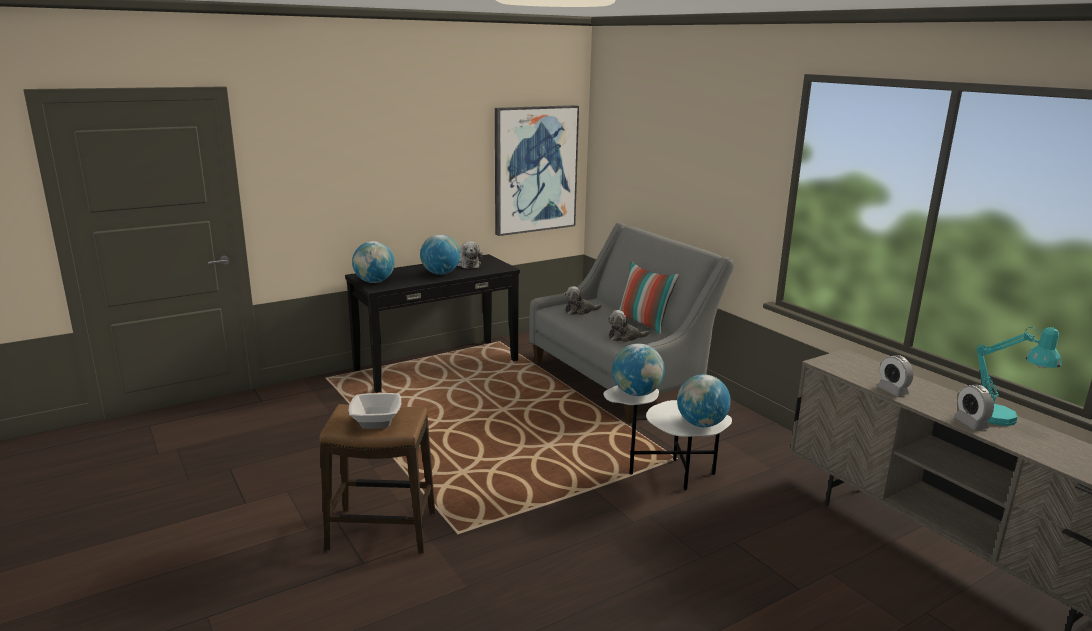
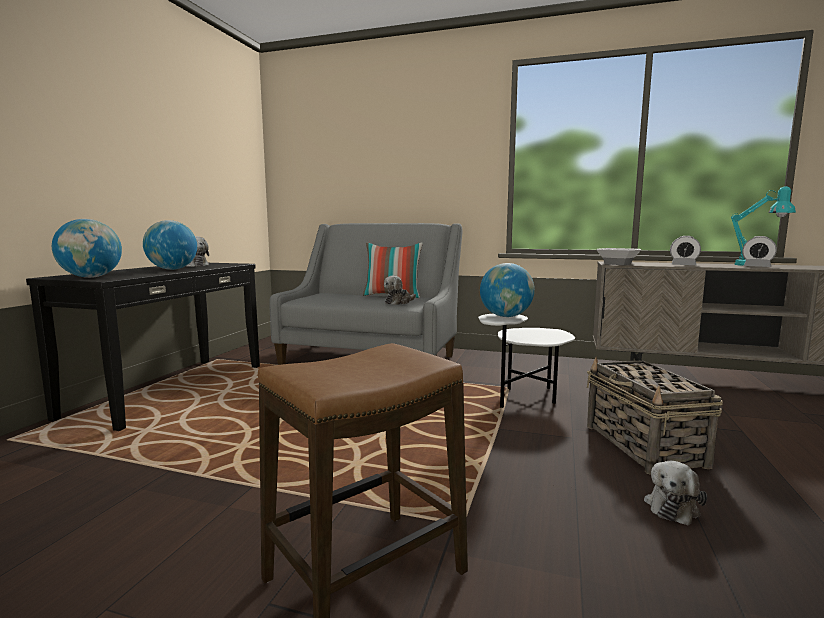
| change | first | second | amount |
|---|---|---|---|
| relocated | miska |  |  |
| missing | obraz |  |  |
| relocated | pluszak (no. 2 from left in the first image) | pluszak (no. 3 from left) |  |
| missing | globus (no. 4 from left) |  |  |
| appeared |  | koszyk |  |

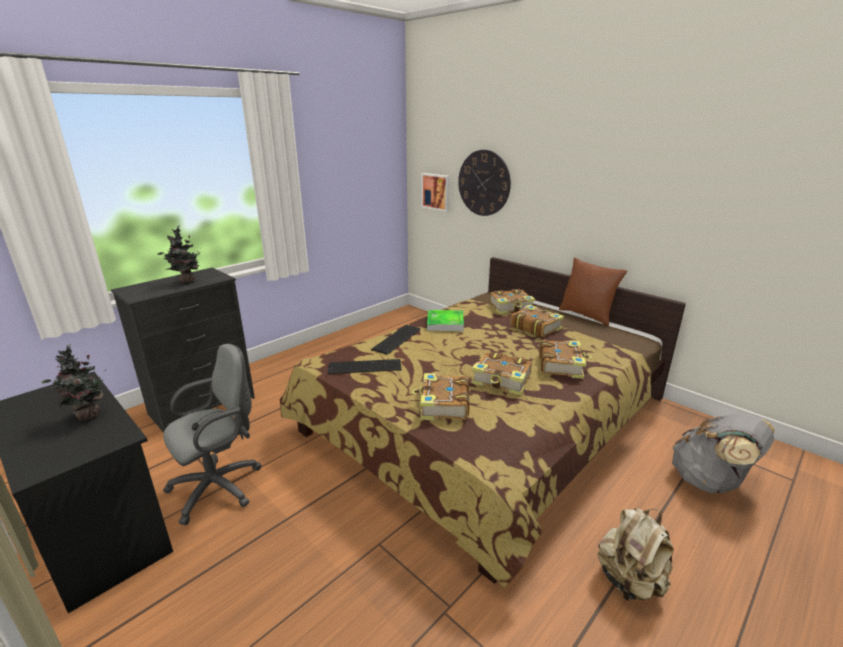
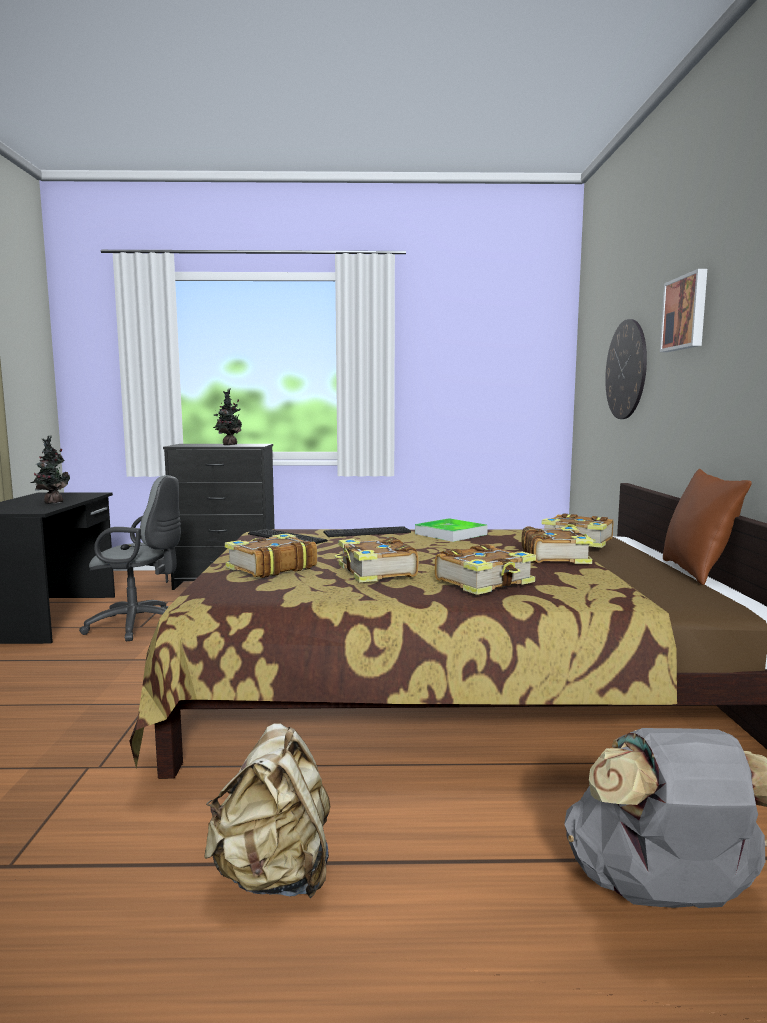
| change | first | second | amount |
|---|---|---|---|
| relocated | obraz |  |  |

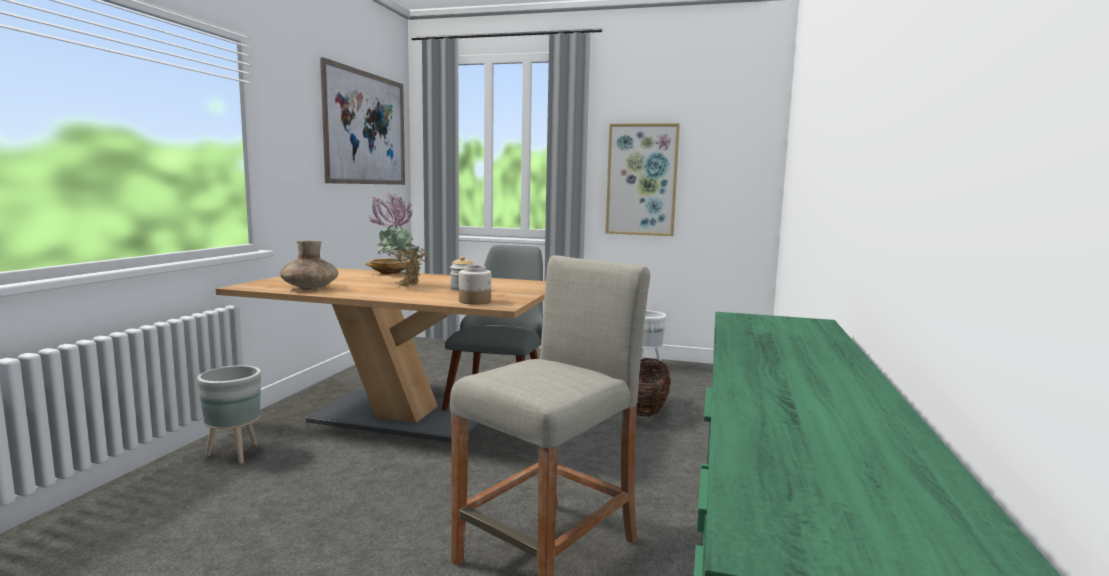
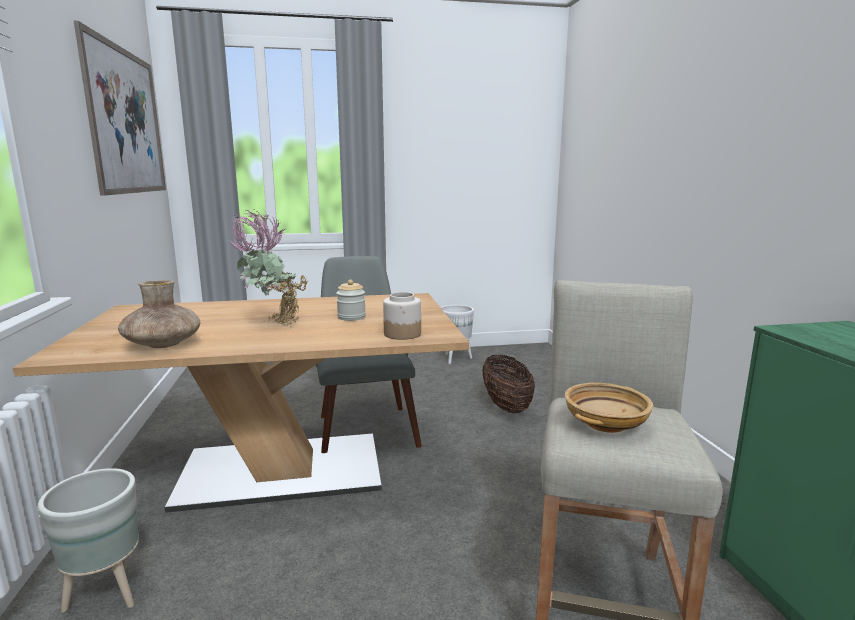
| change | first | second | amount |
|---|---|---|---|
| relocated | miska/beżowy |  |  |
| missing | obraz (no. 2 from left) |  |  |

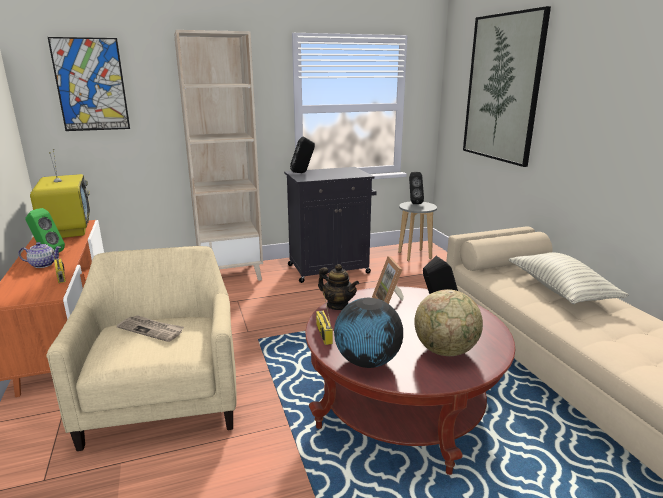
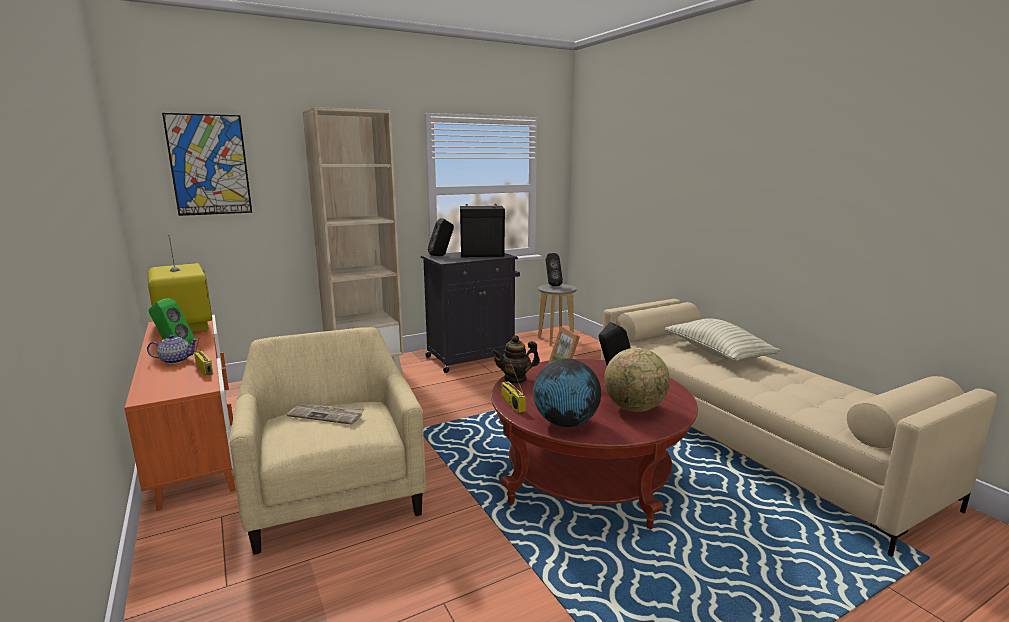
| change | first | second | amount |
|---|---|---|---|
| spun | imbryk (no. 2 from left) |  | 135 degrees clockwise |
| missing | obraz (no. 2 from left) |  |  |
| appeared |  | głośnik/czarny (no. 2 from left) |  |

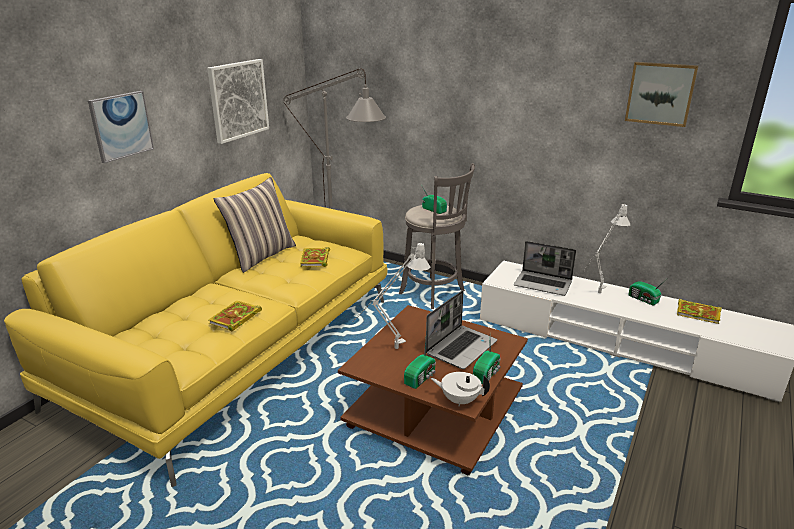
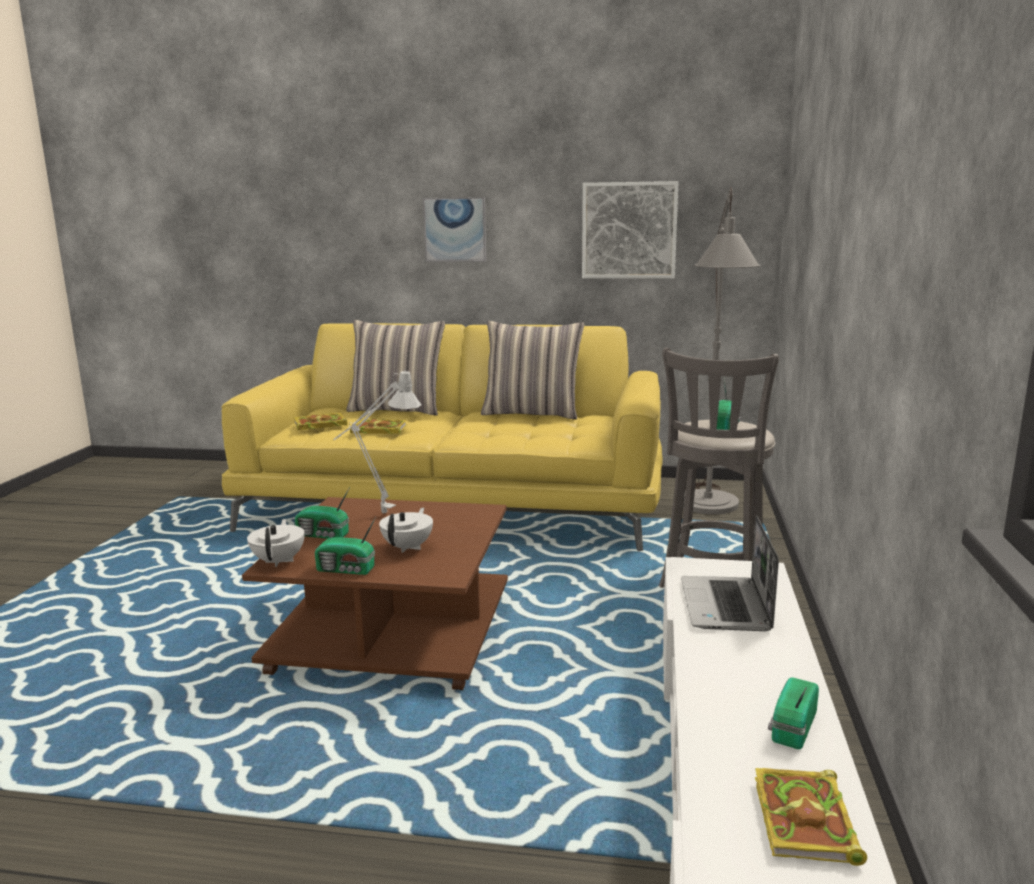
| change | first | second | amount |
|---|---|---|---|
| relocated | książka (no. 2 from left in the first image) | książka (no. 1 from left) |  |
| exchanged | laptop (no. 1 from left) | imbryk/biały (no. 2 from left) |  |
| missing | lampa stołowa/szary (no. 2 from left) |  |  |
| missing | obraz (no. 3 from left) |  |  |
| appeared |  | poduszka (no. 1 from left) |  |

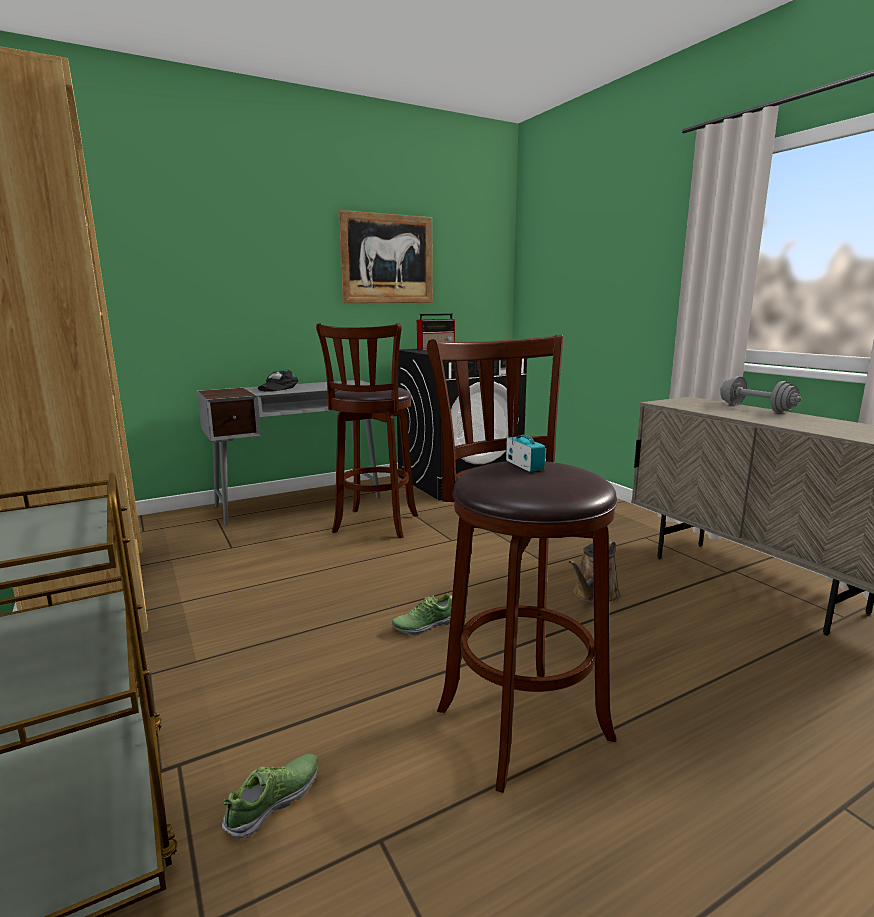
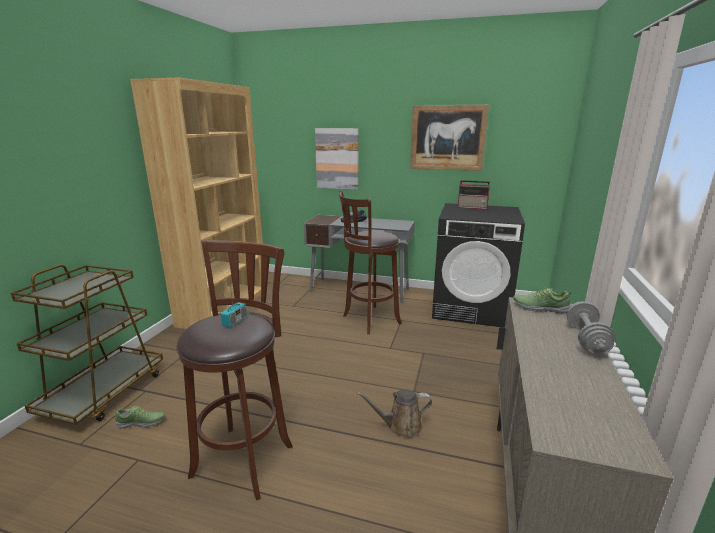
| change | first | second | amount |
|---|---|---|---|
| relocated | but (no. 2 from left) |  |  |
| appeared |  | obraz (no. 1 from left) |  |

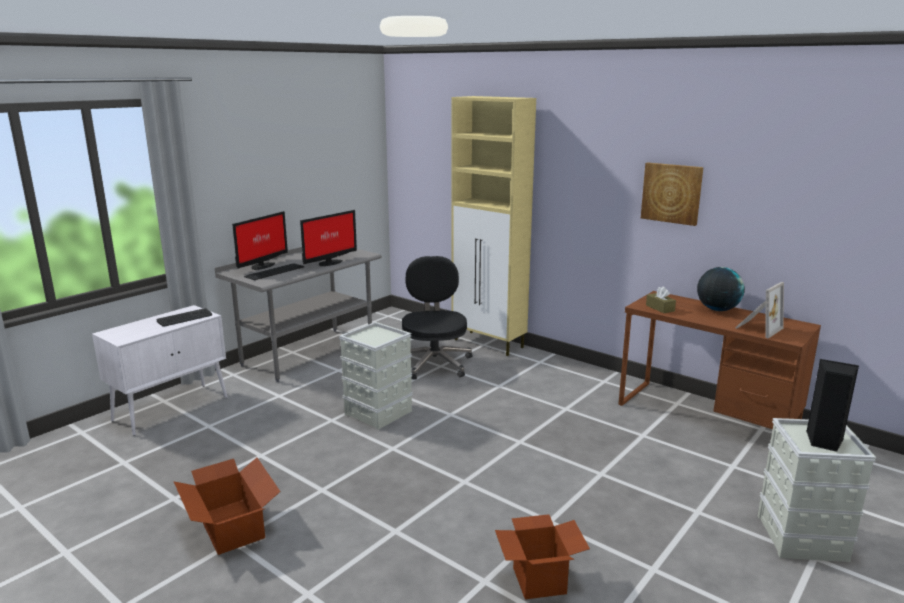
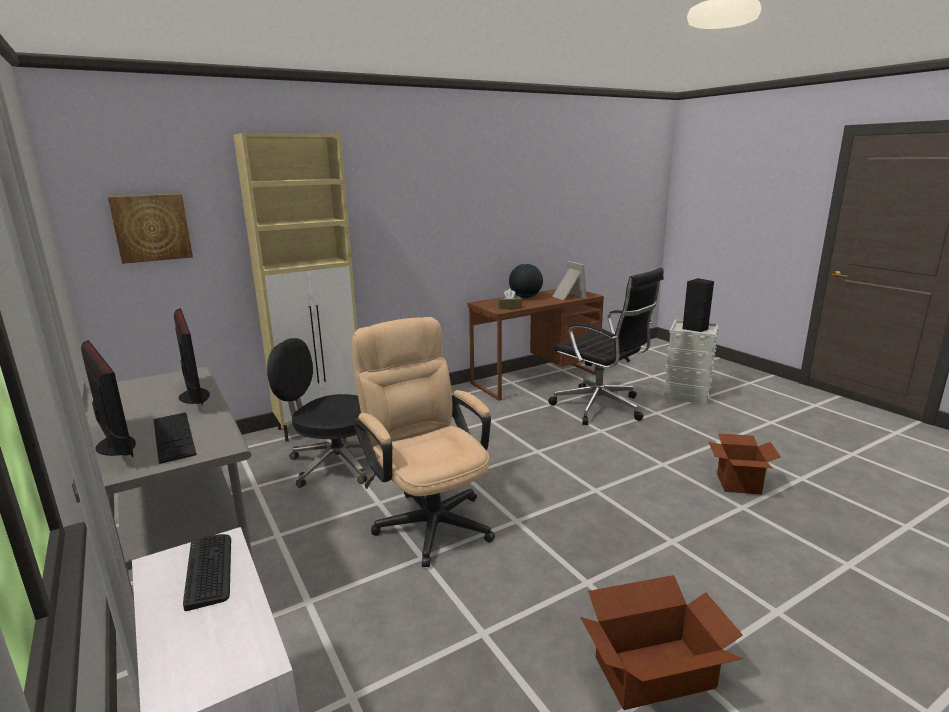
| change | first | second | amount |
|---|---|---|---|
| exchanged | pojemnik do przechowywania/szary (no. 1 from left) | krzesło biurowe/beżowy |  |
| relocated | obraz |  |  |
| appeared |  | krzesło biurowe/czarny (no. 2 from left) |  |

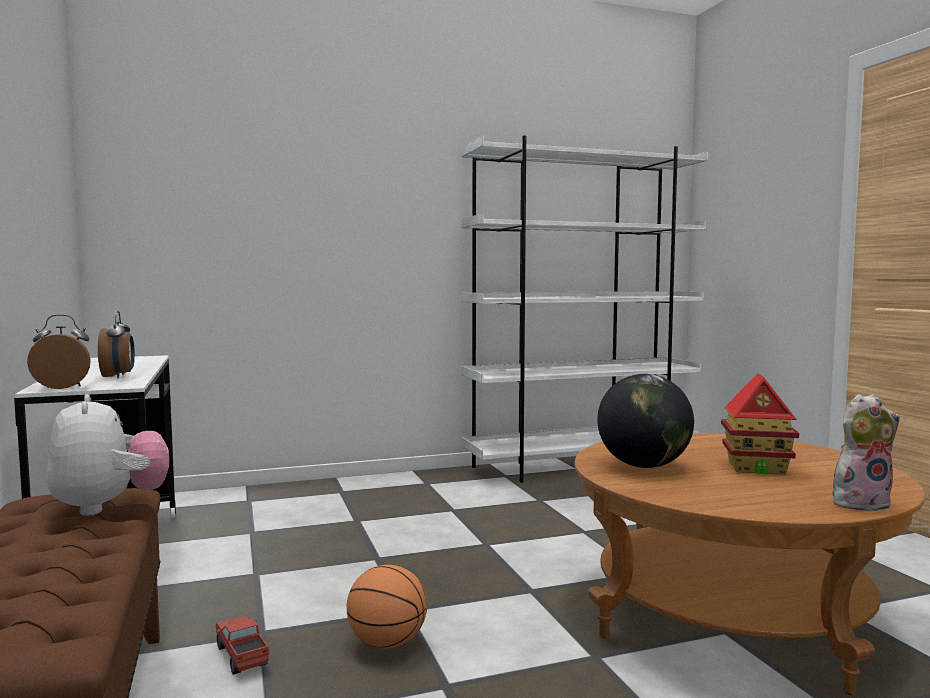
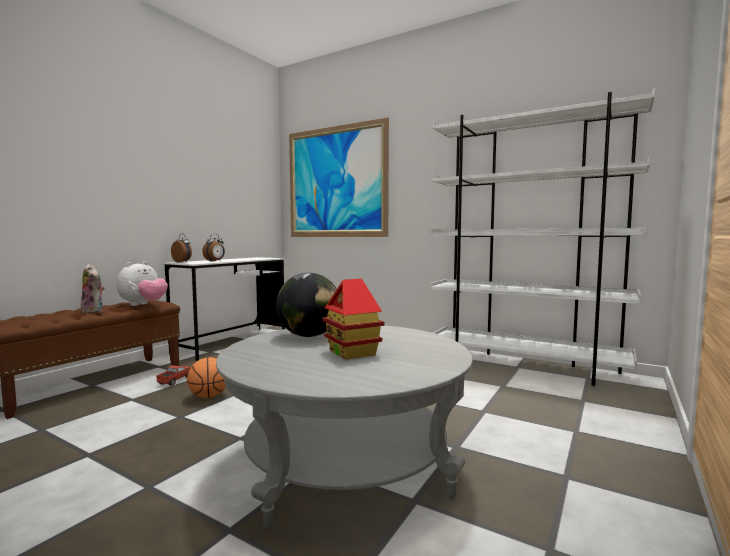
| change | first | second | amount |
|---|---|---|---|
| colour | ława/brązowy | ława/szary |  |
| relocated | pluszak (no. 2 from left in the first image) | pluszak (no. 1 from left) |  |
| appeared |  | obraz |  |

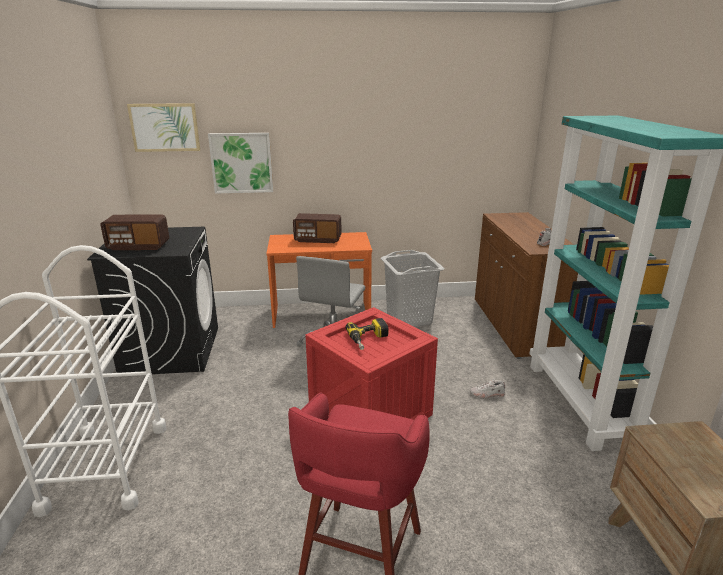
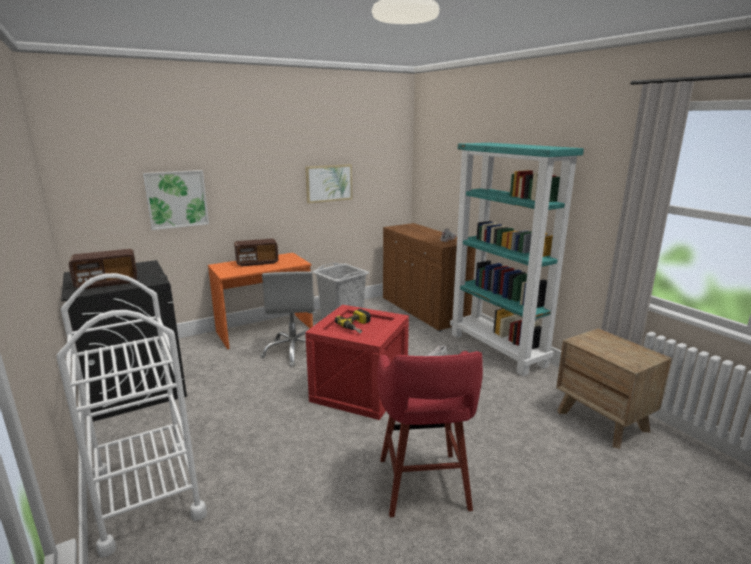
| change | first | second | amount |
|---|---|---|---|
| relocated | obraz (no. 1 from left in the first image) | obraz (no. 2 from left) |  |

